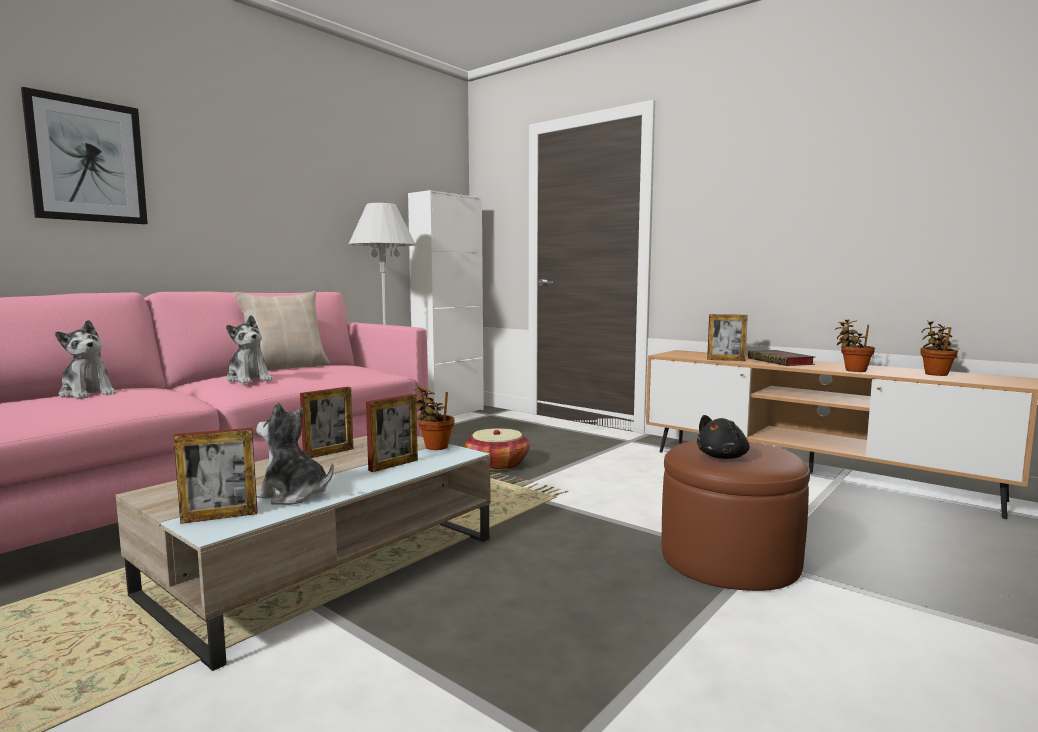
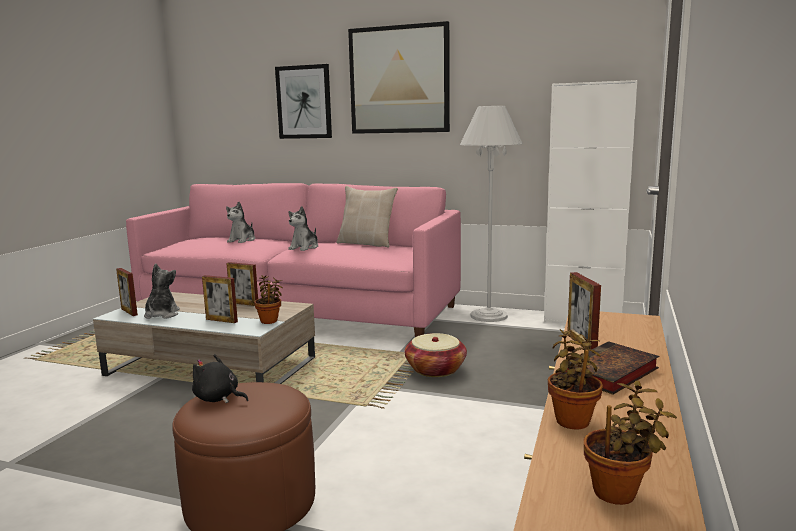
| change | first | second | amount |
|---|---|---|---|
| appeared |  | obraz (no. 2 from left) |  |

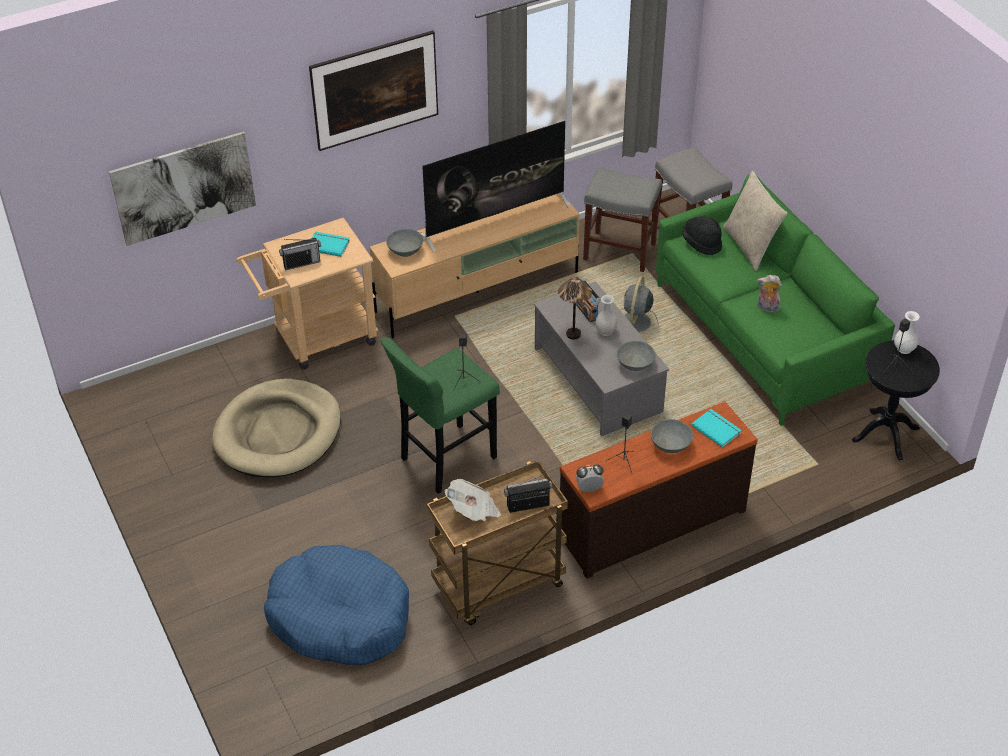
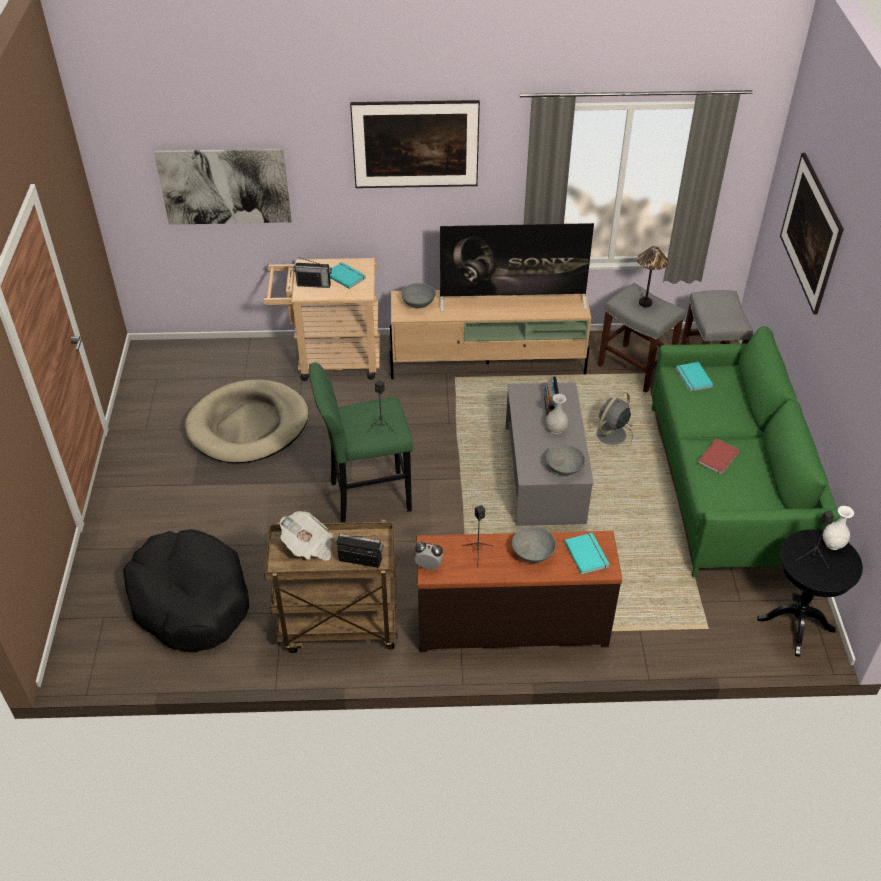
| change | first | second | amount |
|---|---|---|---|
| colour | legowisko/niebieski | legowisko/czarny |  |
| relocated | lampa stołowa |  |  |
| exchanged | kapelusz/czarny | książka/turkusowy (no. 3 from left) |  |
| missing | poduszka/beżowy |  |  |
| exchanged | pluszak | książka/czerwony |  |
| appeared |  | obraz (no. 3 from left) |  |

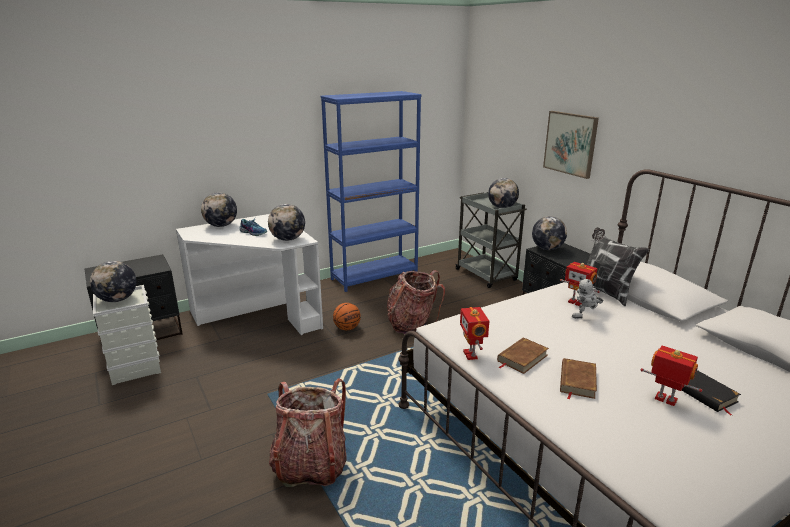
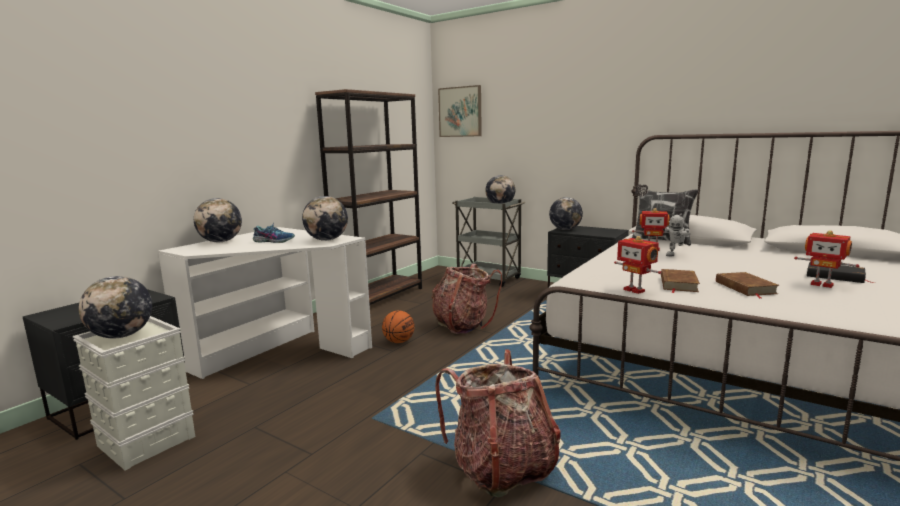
| change | first | second | amount |
|---|---|---|---|
| colour | regał/niebieski | regał/brązowy |  |
| relocated | obraz |  |  |
| spun | robot zabawkowy (no. 4 from left) |  | 150 degrees counterclockwise |

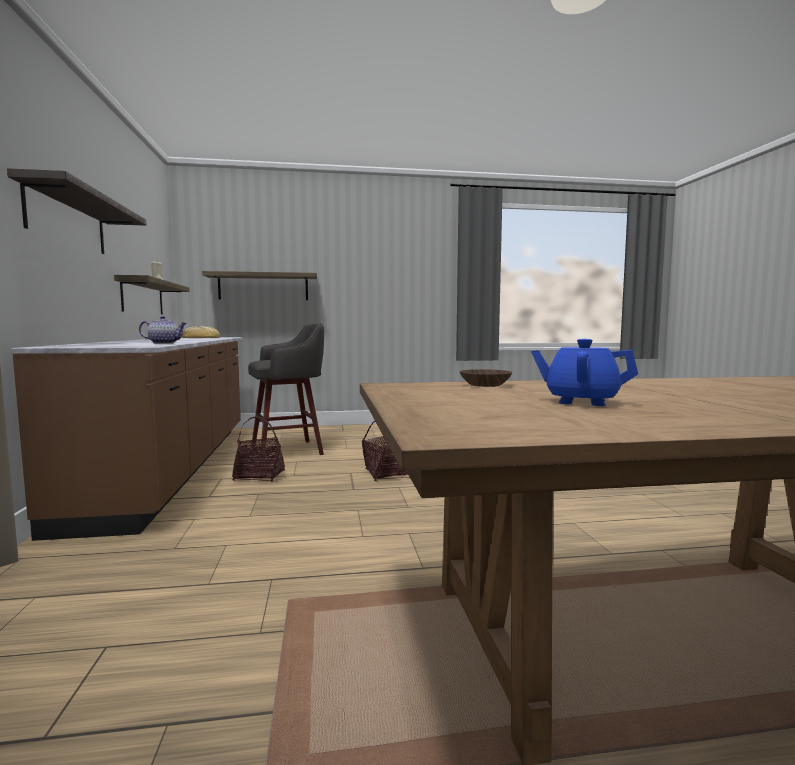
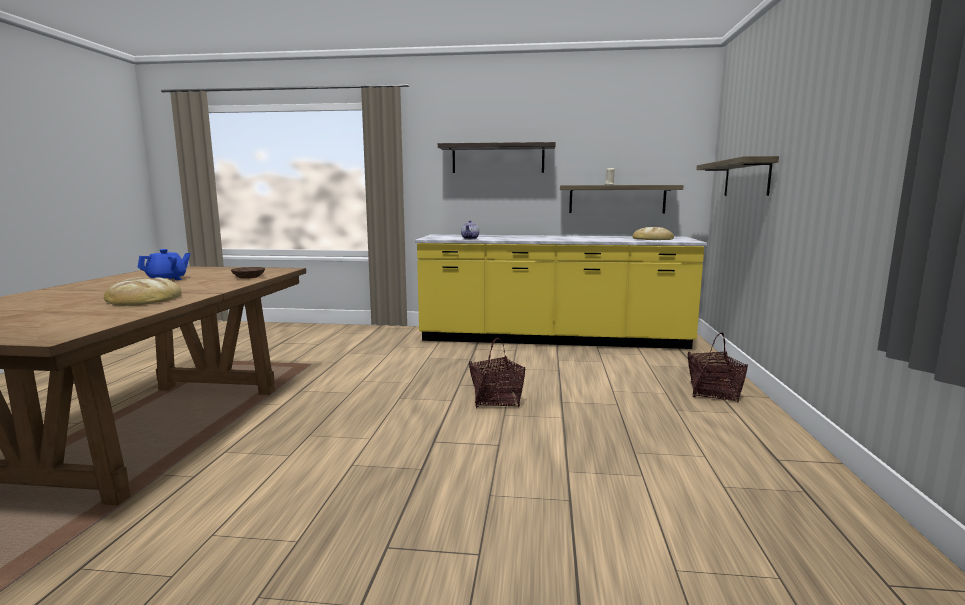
| change | first | second | amount |
|---|---|---|---|
| colour | zabudowa kuchenna/brązowy | zabudowa kuchenna/żółty |  |
| relocated | koszyk (no. 1 from left in the first image) | koszyk (no. 2 from left) |  |
| missing | stołek/szary |  |  |
| appeared |  | chleb (no. 1 from left) |  |

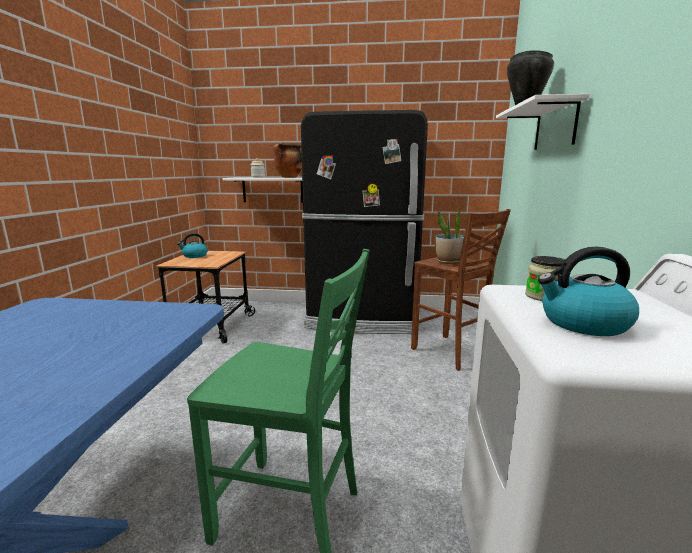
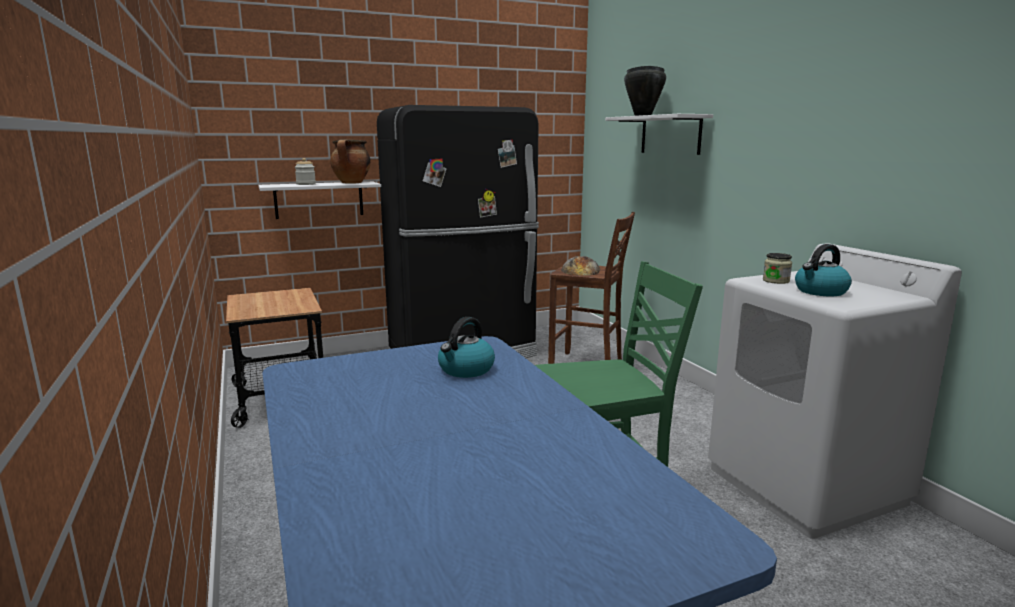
| change | first | second | amount |
|---|---|---|---|
| relocated | czajnik (no. 1 from left) |  |  |
| exchanged | roślina doniczkowa | chleb |  |

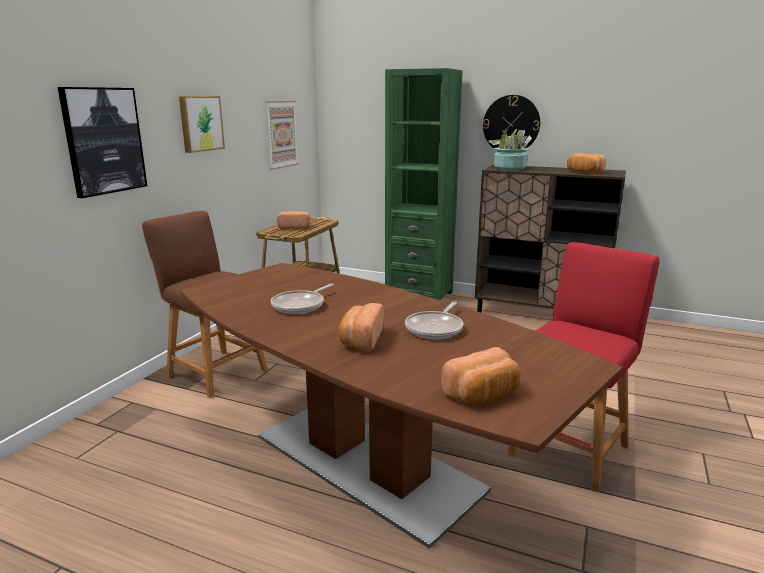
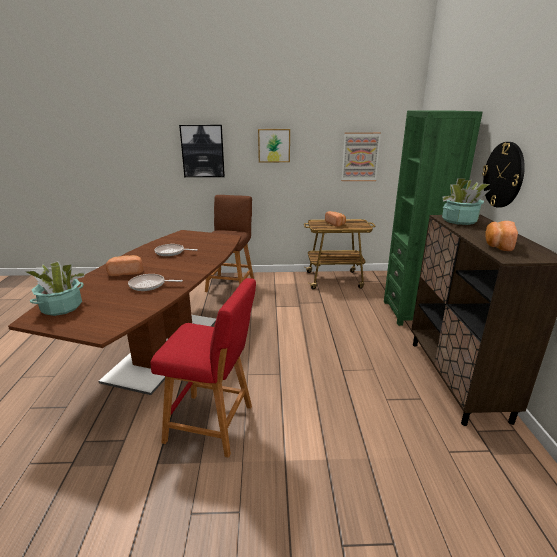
| change | first | second | amount |
|---|---|---|---|
| exchanged | chleb (no. 3 from left) | roślina doniczkowa (no. 1 from left) |  |

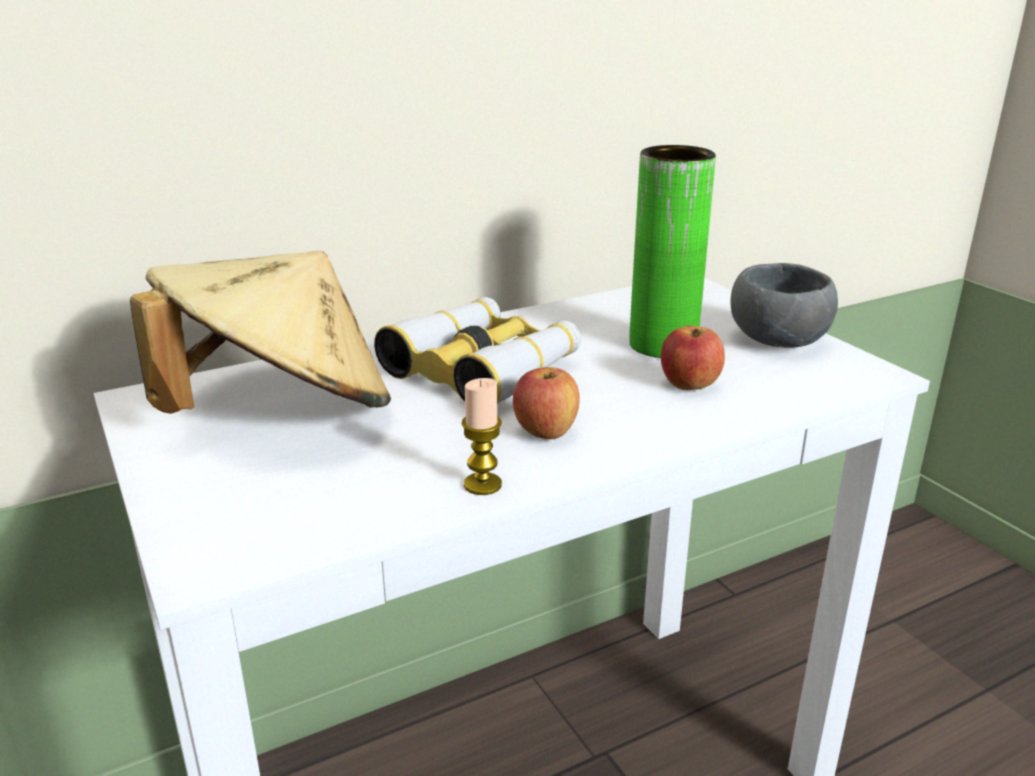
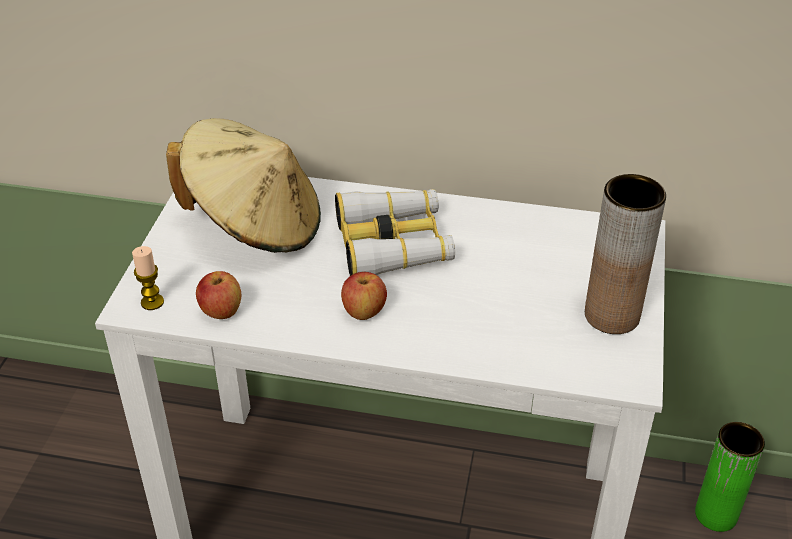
| change | first | second | amount |
|---|---|---|---|
| relocated | świeca |  |  |
| relocated | wazon/zielony |  |  |
| relocated | jabłko (no. 2 from left in the first image) | jabłko (no. 1 from left) |  |
| exchanged | miska/szary | wazon/brązowy |  |

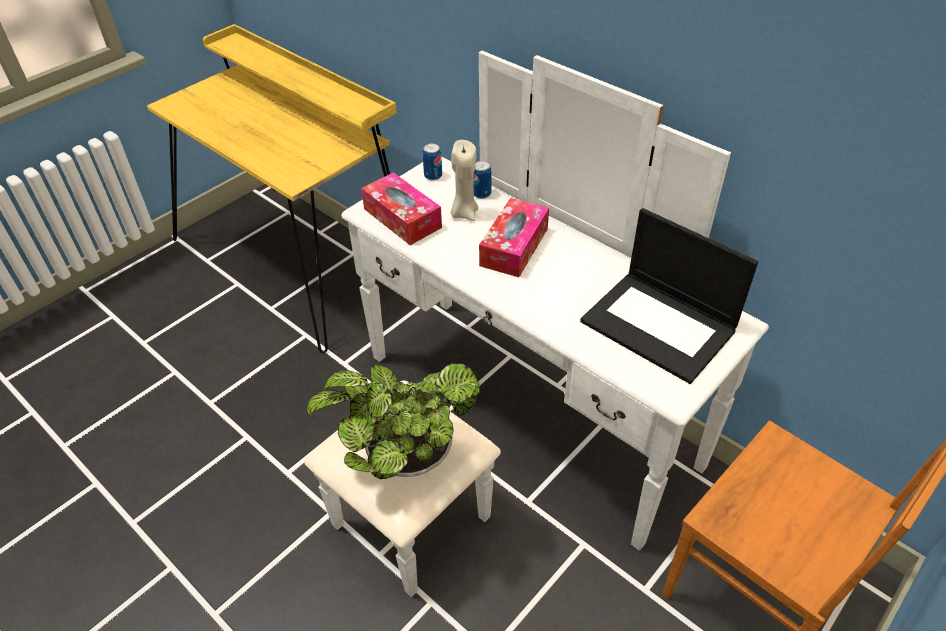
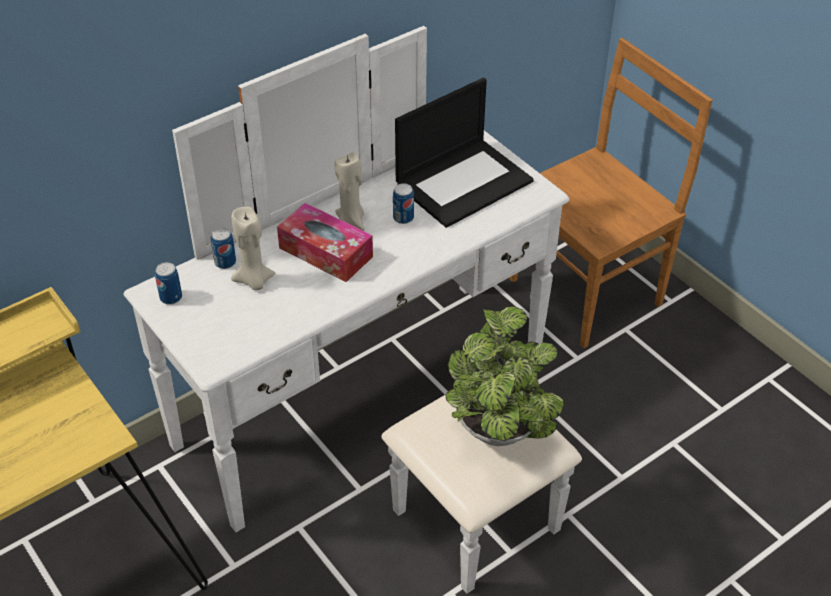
| change | first | second | amount |
|---|---|---|---|
| missing | pudełko chusteczek (no. 1 from left) |  |  |
| appeared |  | świeca/beżowy (no. 2 from left) |  |
| appeared |  | puszka (no. 3 from left) |  |

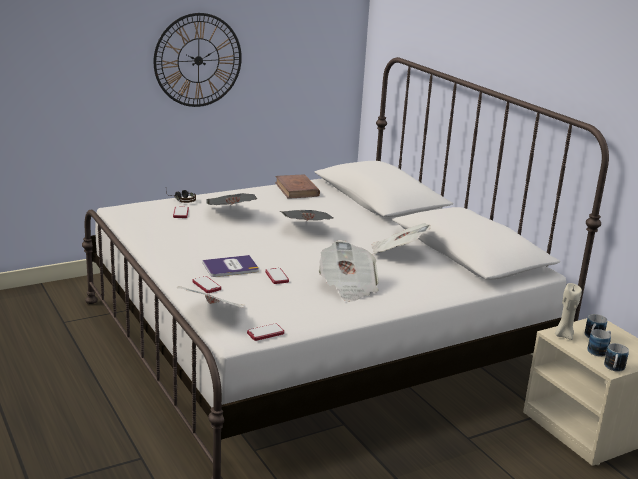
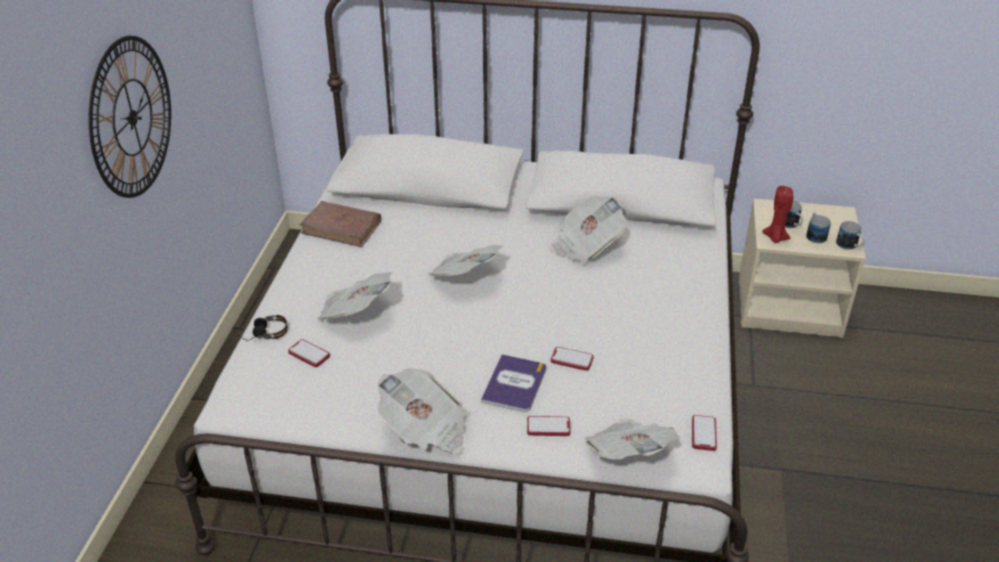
| change | first | second | amount |
|---|---|---|---|
| relocated | gazeta (no. 4 from left in the first image) | gazeta (no. 2 from left) |  |
| colour | świeca/beżowy | świeca/czerwony |  |

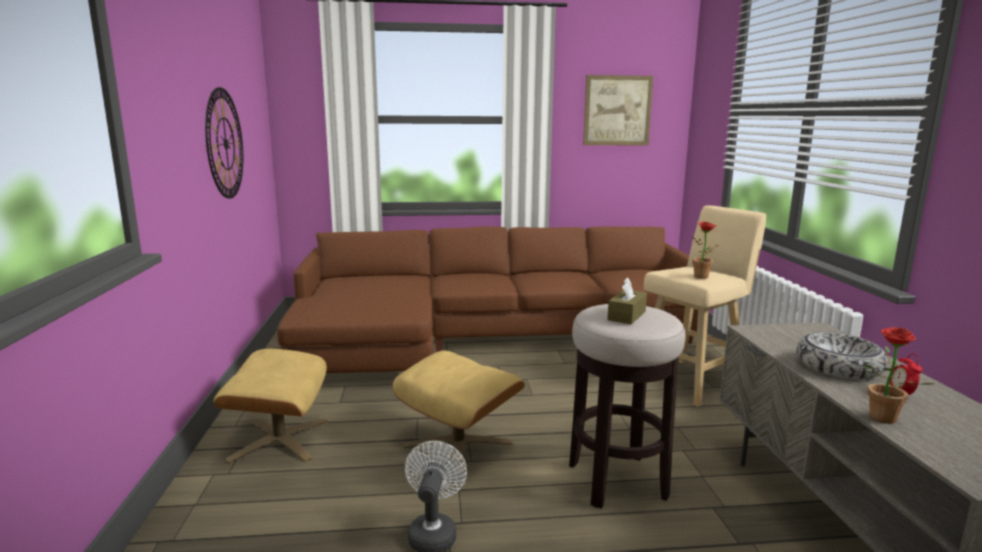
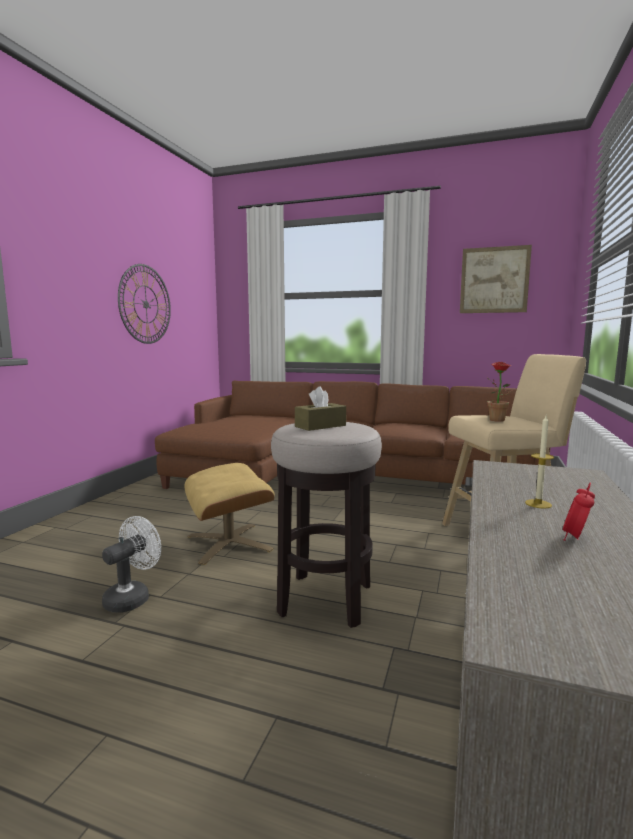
| change | first | second | amount |
|---|---|---|---|
| missing | pufa/beżowy (no. 1 from left) |  |  |
| exchanged | miska | świeca |  |
| missing | roślina doniczkowa (no. 2 from left) |  |  |

